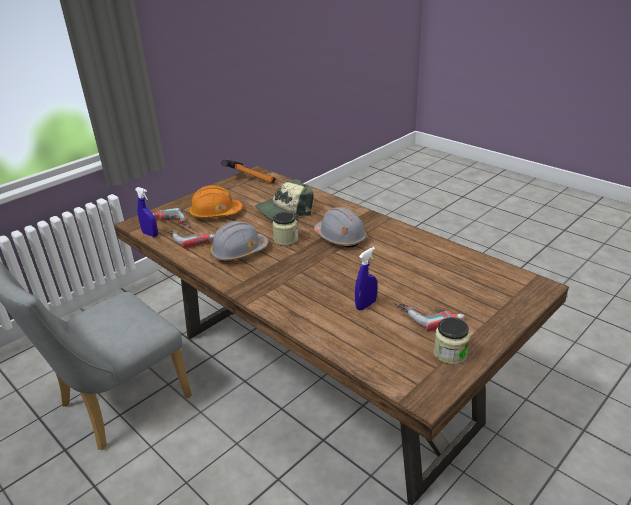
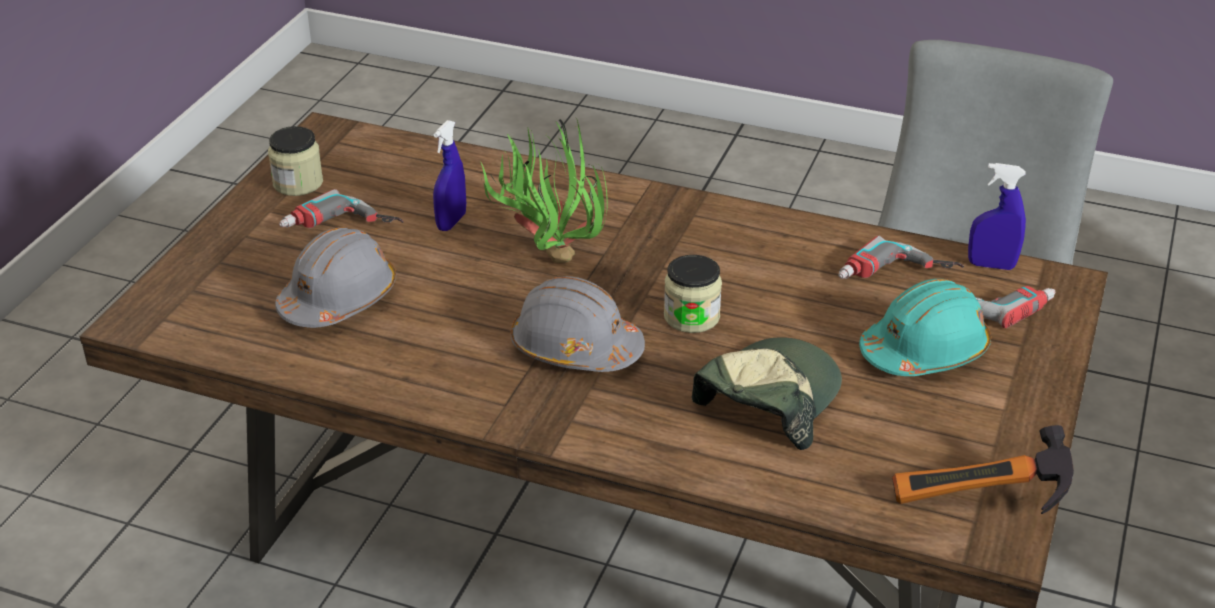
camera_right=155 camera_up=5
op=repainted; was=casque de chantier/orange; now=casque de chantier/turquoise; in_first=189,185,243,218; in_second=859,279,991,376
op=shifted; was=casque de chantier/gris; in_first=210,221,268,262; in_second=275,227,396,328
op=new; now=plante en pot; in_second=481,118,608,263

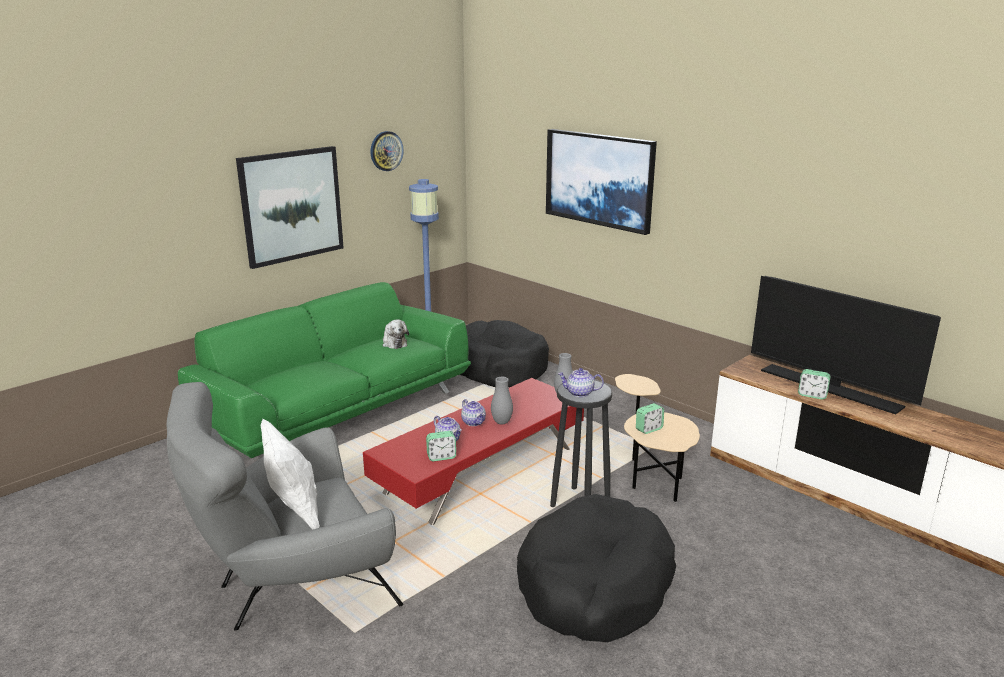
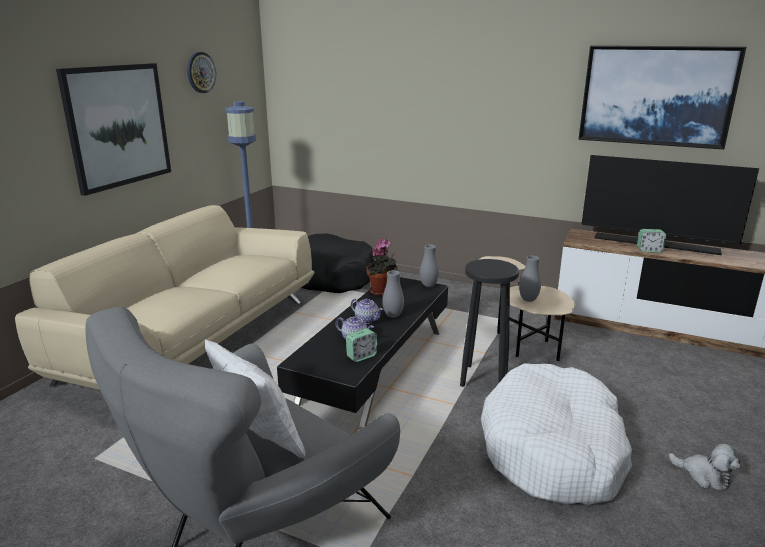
camera_right=-20 camera_up=0
op=repainted; was=canapé/vert; now=canapé/beige; in_first=178,282,471,458; in_second=15,205,315,390
op=repainted; was=table basse/rouge; now=table basse/noir; in_first=363,378,584,525; in_second=277,277,448,427
op=shifted; was=peluche; in_first=383,320,409,349; in_second=668,444,740,490
op=repainted; was=panier pour chien/noir; now=panier pour chien/blanc; in_first=517,494,676,642; in_second=481,363,632,505
op=shifted; was=tableau; in_first=546,129,657,235; in_second=578,45,746,149
op=gone; was=théière; in_first=558,368,604,397
op=swapped; was=réveil; now=vase/gris; in_first=636,403,664,434; in_second=519,256,541,302
op=new; now=plante en pot; in_second=366,238,397,295

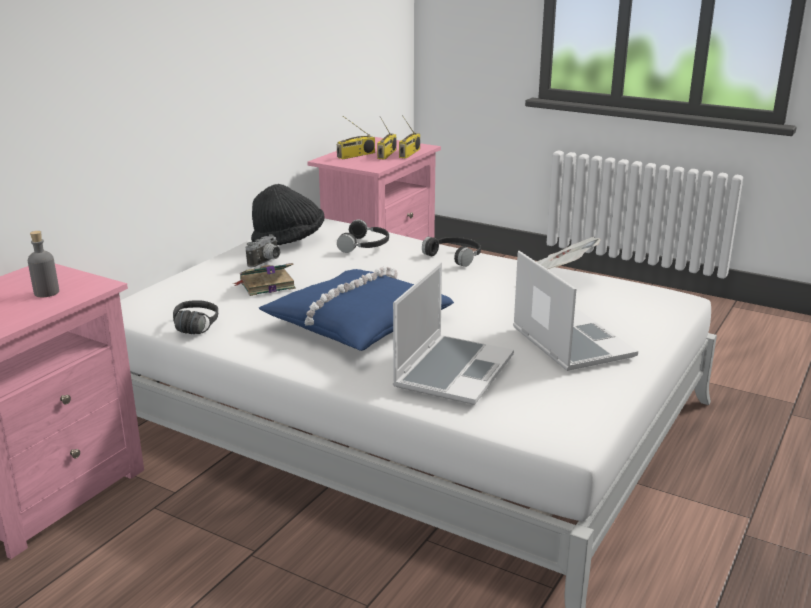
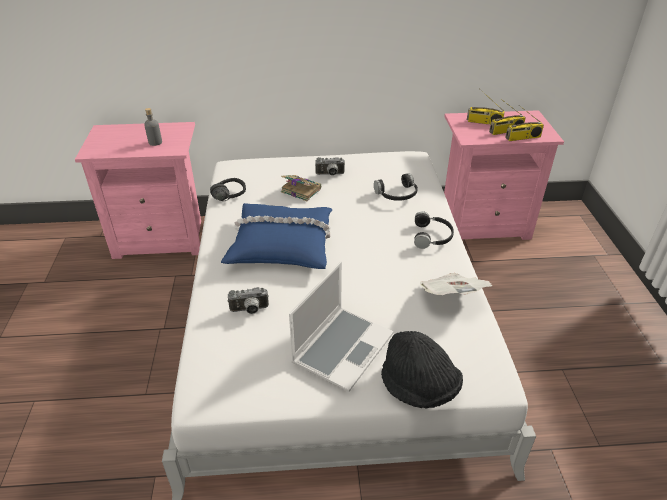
camera_right=55 camera_up=15
op=shifted; was=chapeau/noir; in_first=251,184,324,245; in_second=381,331,463,408
op=swapped; was=ordinateur portable; now=appareil photo; in_first=393,262,514,405; in_second=228,287,269,314

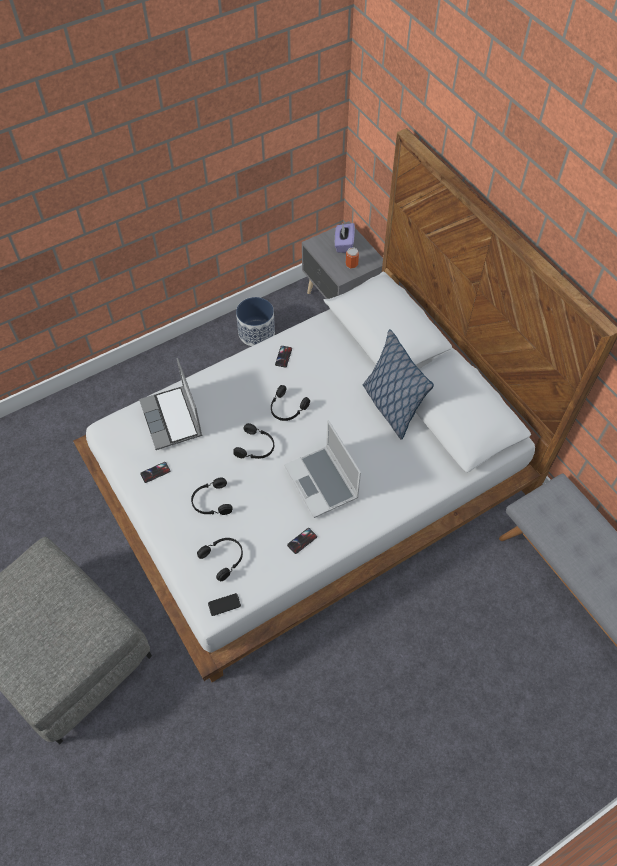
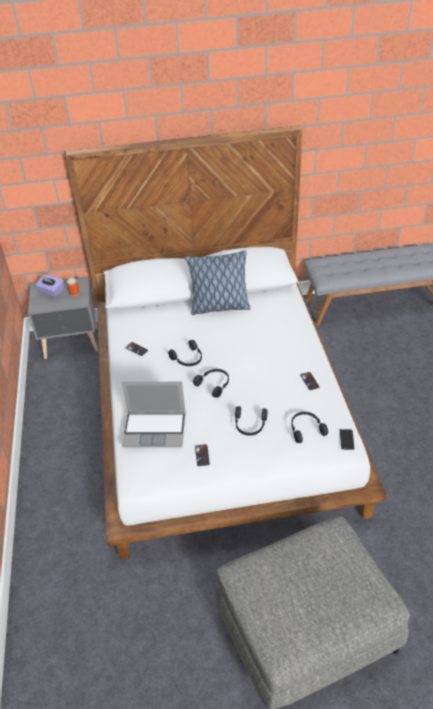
camera_right=-65 camera_up=-15
op=gone; was=cache-pot; in_first=236,297,275,346
op=gone; was=ordinateur portable; in_first=284,420,361,518

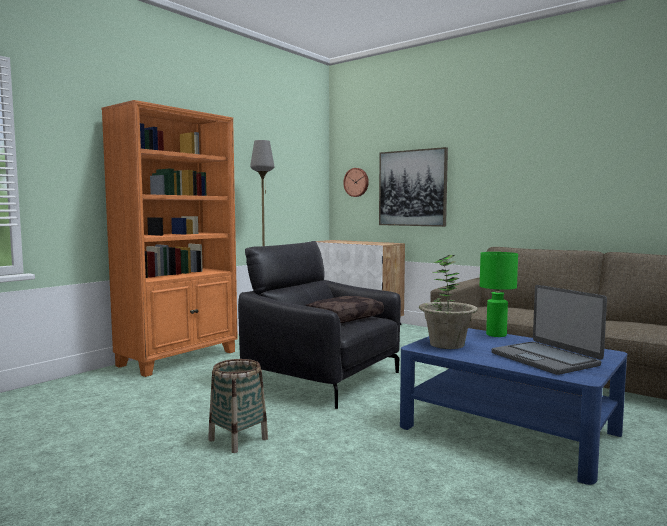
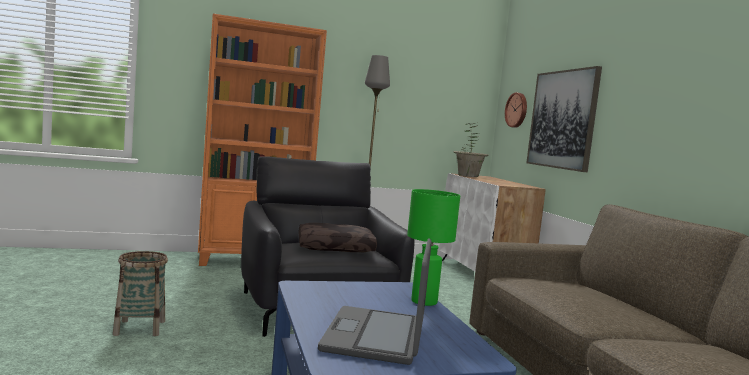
camera_right=35 camera_up=0
op=shifted; was=plante en pot; in_first=419,255,478,349; in_second=454,122,488,177

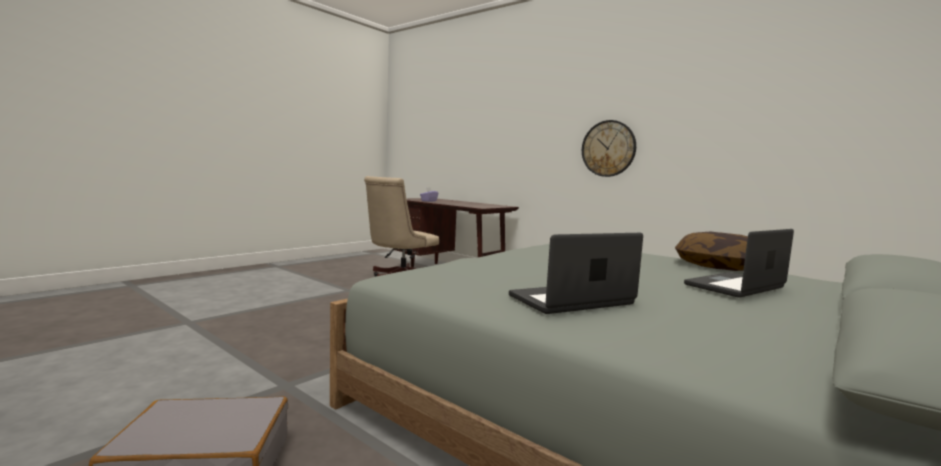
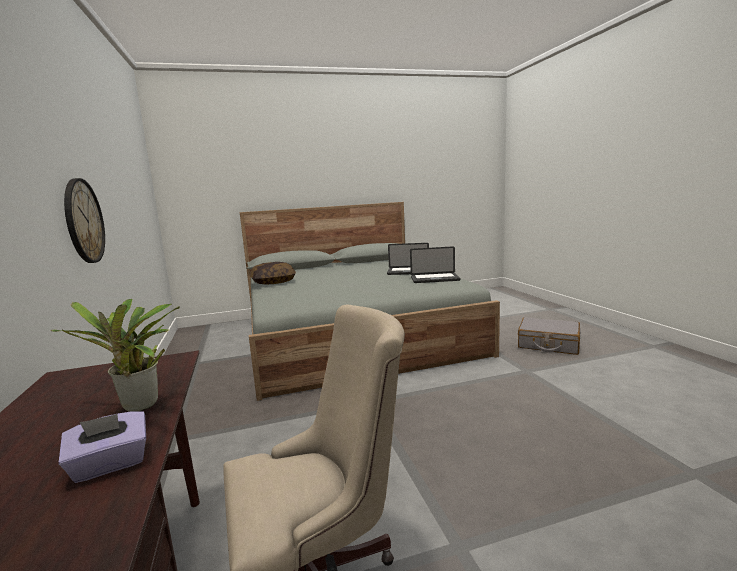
camera_right=-145 camera_up=5
op=shifted; was=ordinateur portable; in_first=684,229,794,298; in_second=410,246,461,283
op=new; now=plante en pot; in_second=51,299,180,412

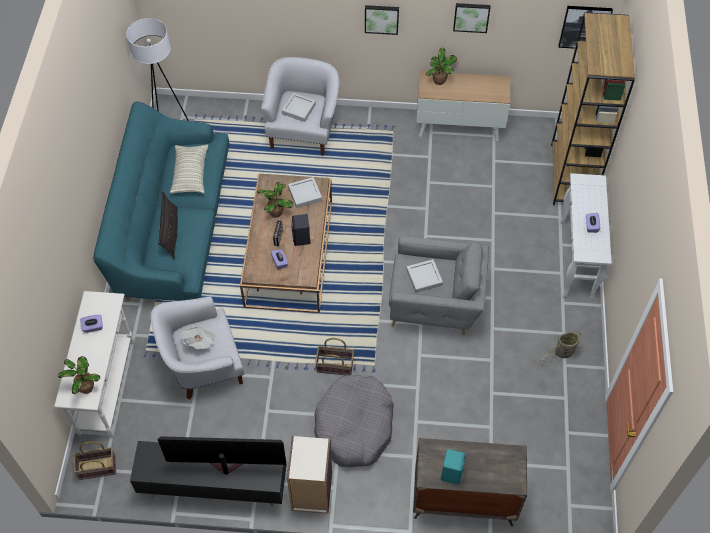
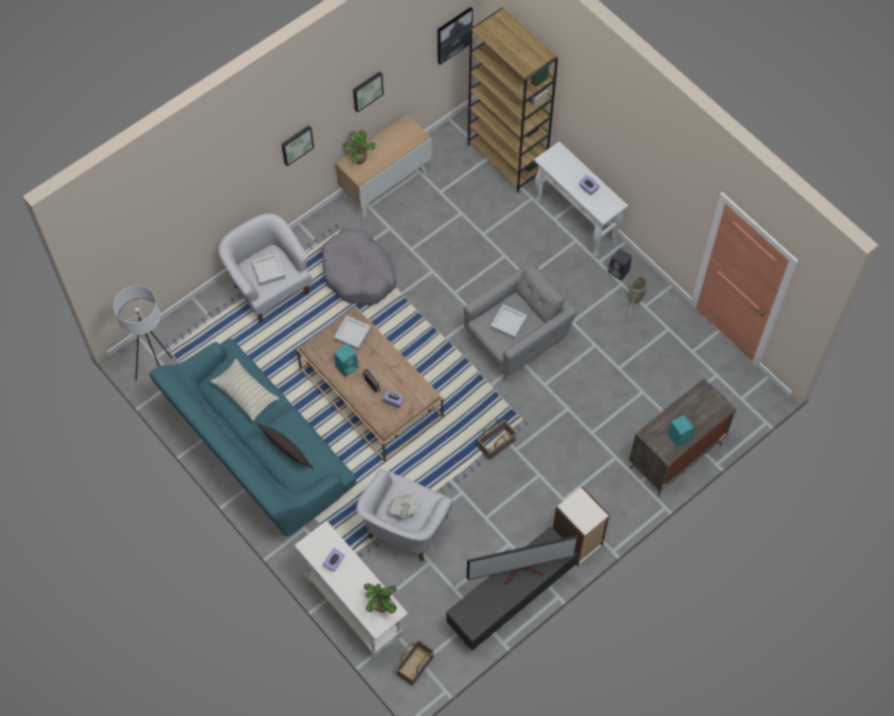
camera_right=-45 camera_up=5
op=rotated; was=téléviseur; in_first=157,436,287,474; in_second=467,535,578,585; clockwise=-150
op=swapped; was=plante en pot; now=enceinte/turquoise; in_first=257,182,294,218; in_second=334,344,359,377
op=shifted; was=enceinte/noir; in_first=291,214,310,246; in_second=608,249,632,280
op=shifted; was=panier pour chien/gris; in_first=314,375,394,467; in_second=322,229,396,305

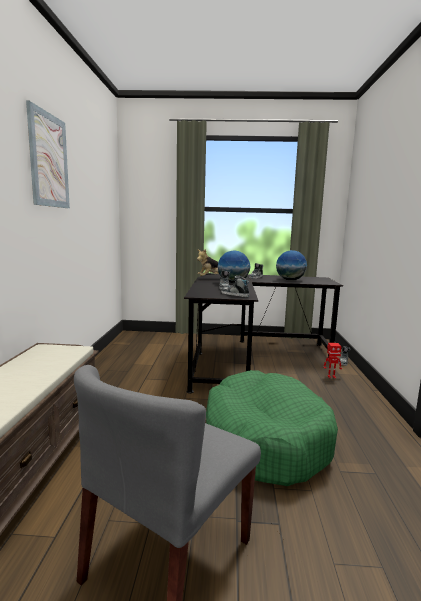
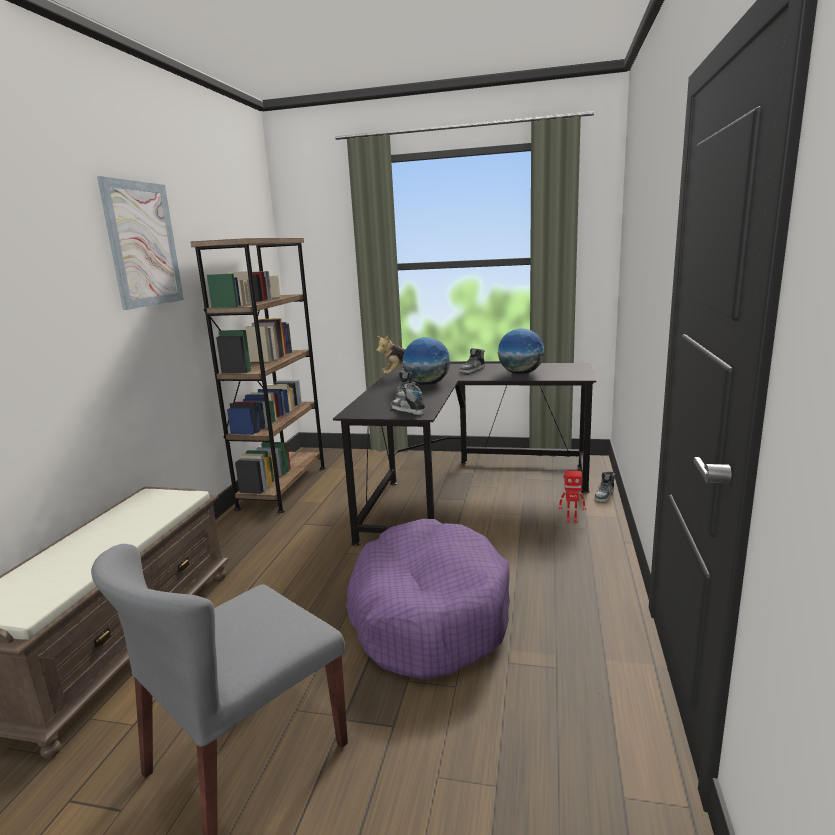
camera_right=10 camera_up=5
op=repainted; was=panier pour chien/vert; now=panier pour chien/violet; in_first=206,370,338,486; in_second=346,519,510,680
op=new; now=bibliothèque/marron; in_second=190,238,326,513

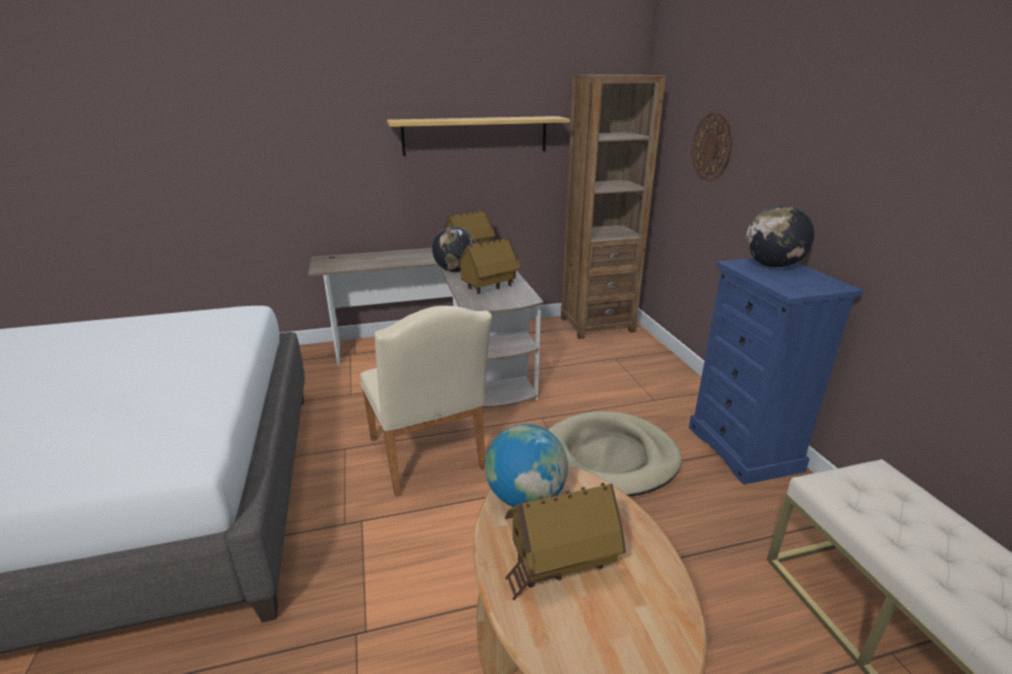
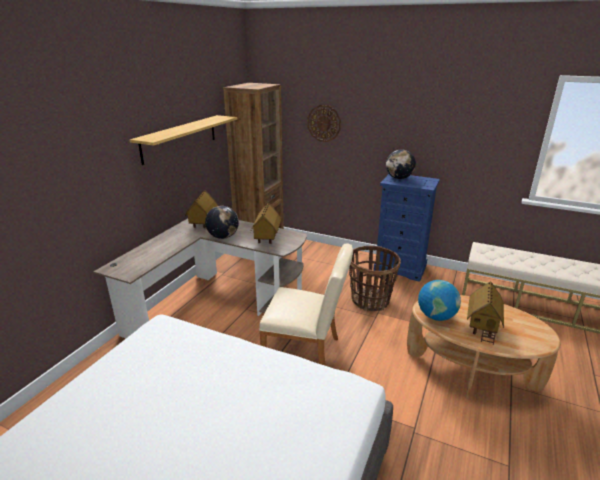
camera_right=-50 camera_up=0
op=swapped; was=panier pour chien/beige; now=panier; in_first=548,411,682,496; in_second=349,246,401,311

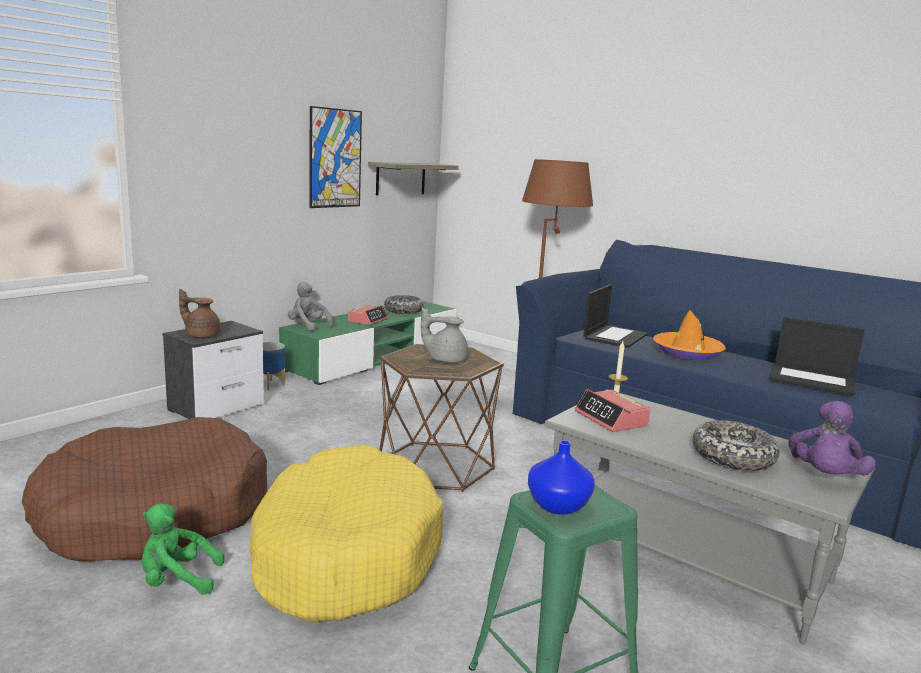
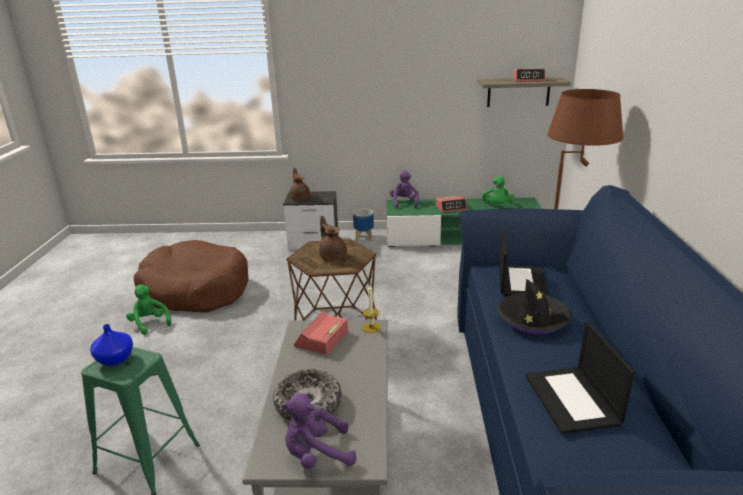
camera_right=55 camera_up=10
op=gone; was=panier pour chien/jaune; in_first=250,445,444,623
op=repainted; was=peluche/gris; now=peluche/violet; in_first=288,282,333,331; in_second=390,171,419,208
op=gone; was=tableau; in_first=310,106,362,208
op=swapped; was=bol; now=peluche/vert; in_first=384,295,424,314; in_second=482,176,514,204
op=repainted; was=théière/gris; now=théière/marron; in_first=421,307,468,363; in_second=319,216,347,261
op=rotated; was=ordinateur portable; in_first=583,284,648,348; in_second=499,228,549,296; clockwise=-75
op=repainted; was=chapeau/orange; now=chapeau/noir; in_first=653,310,726,360; in_second=498,279,572,334
op=new; now=réveil; in_second=513,69,546,82

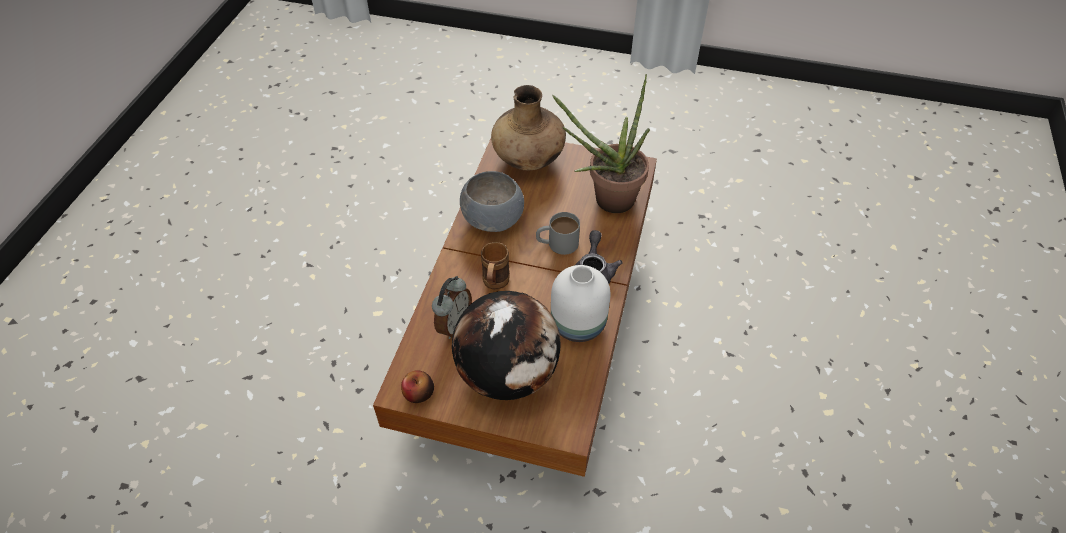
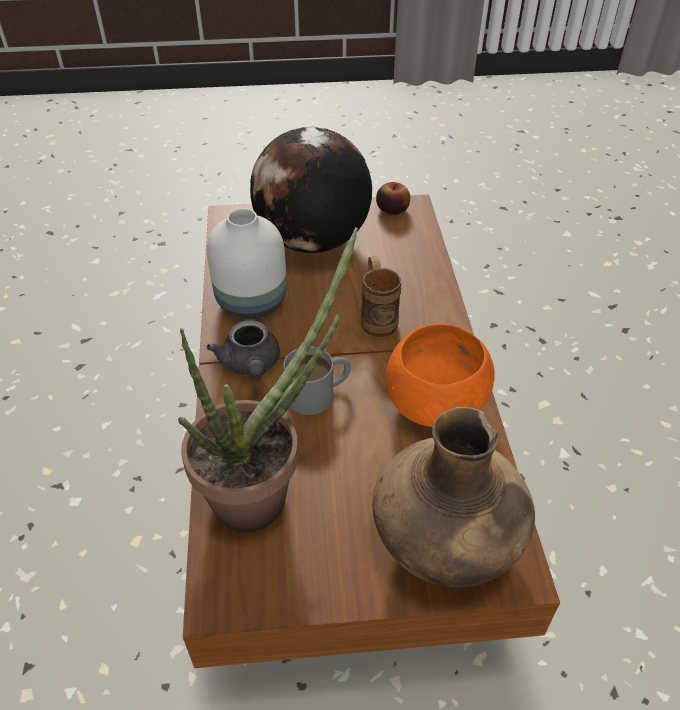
camera_right=160 camera_up=-5
op=gone; was=réveil; in_first=432,276,472,339
op=repainted; was=bol/gris; now=bol/orange; in_first=460,171,524,232; in_second=386,324,494,427

